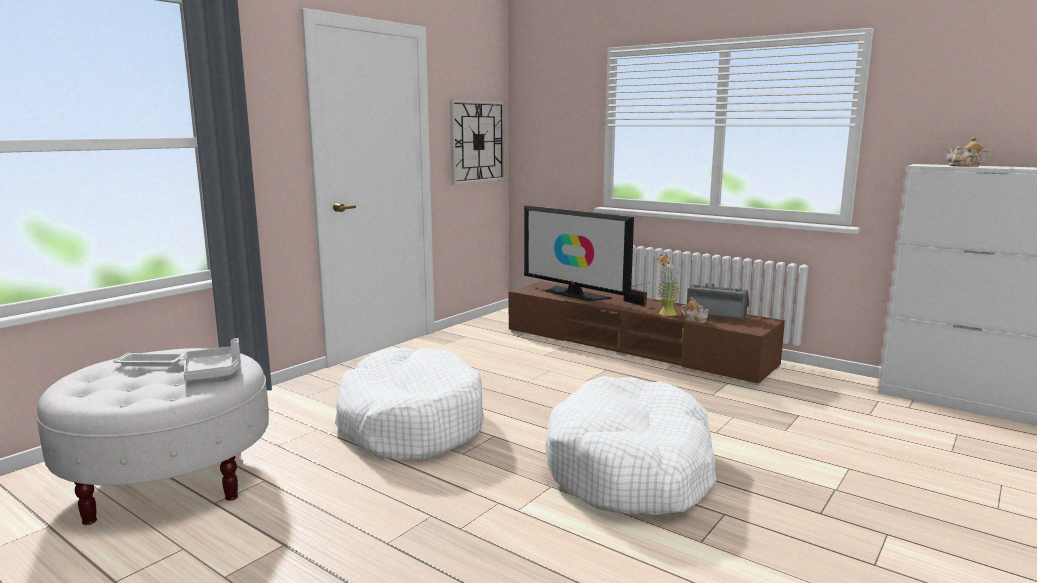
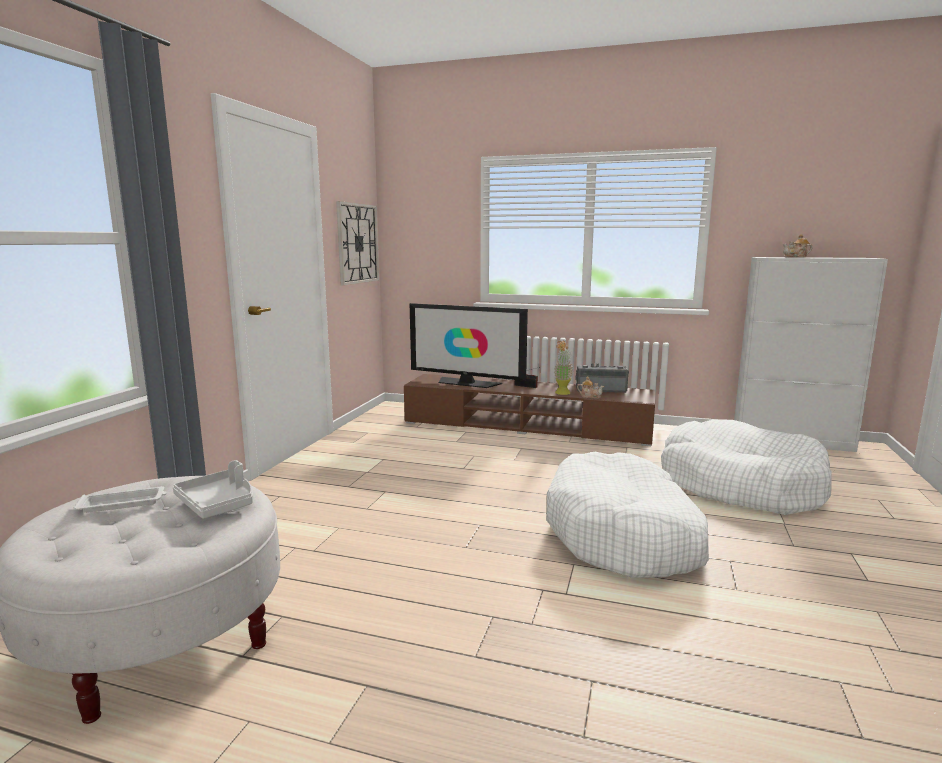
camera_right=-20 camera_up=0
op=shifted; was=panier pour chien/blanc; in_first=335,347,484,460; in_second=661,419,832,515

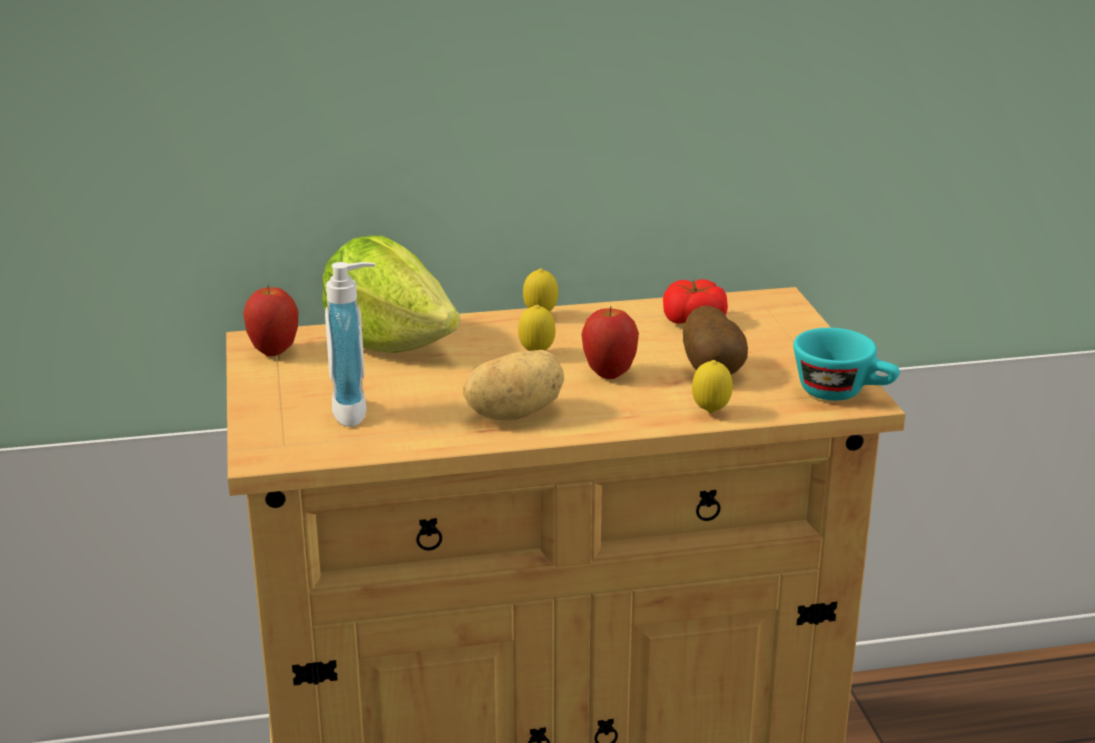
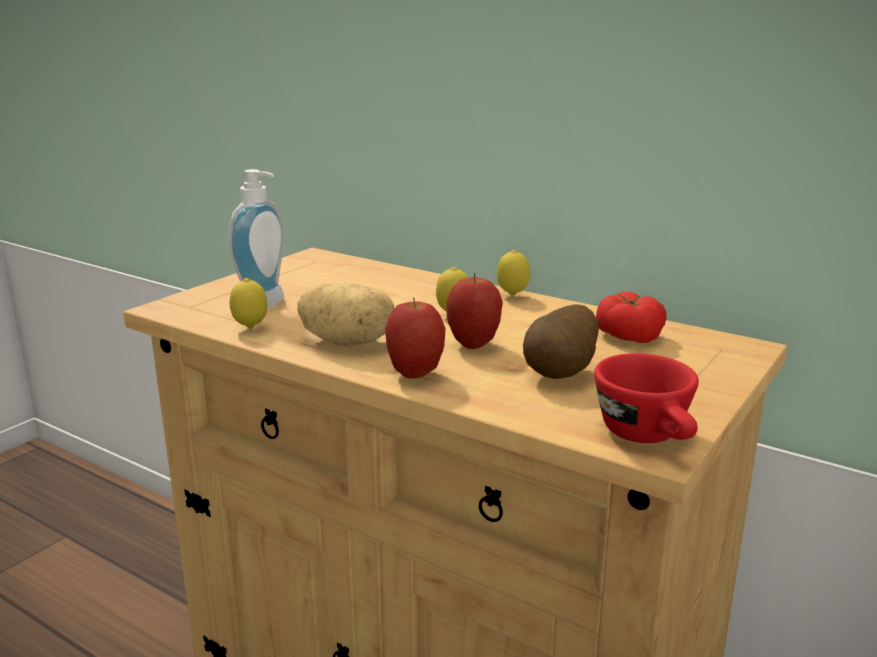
camera_right=45 camera_up=-5
op=shifted; was=pomme; in_first=243,285,298,356; in_second=385,297,446,378
op=gone; was=laitue; in_first=322,235,460,353
op=shifted; was=citron; in_first=692,360,733,413; in_second=230,278,267,329
op=repainted; was=tasse/turquoise; now=tasse/rouge; in_first=793,328,900,401; in_second=594,353,699,443

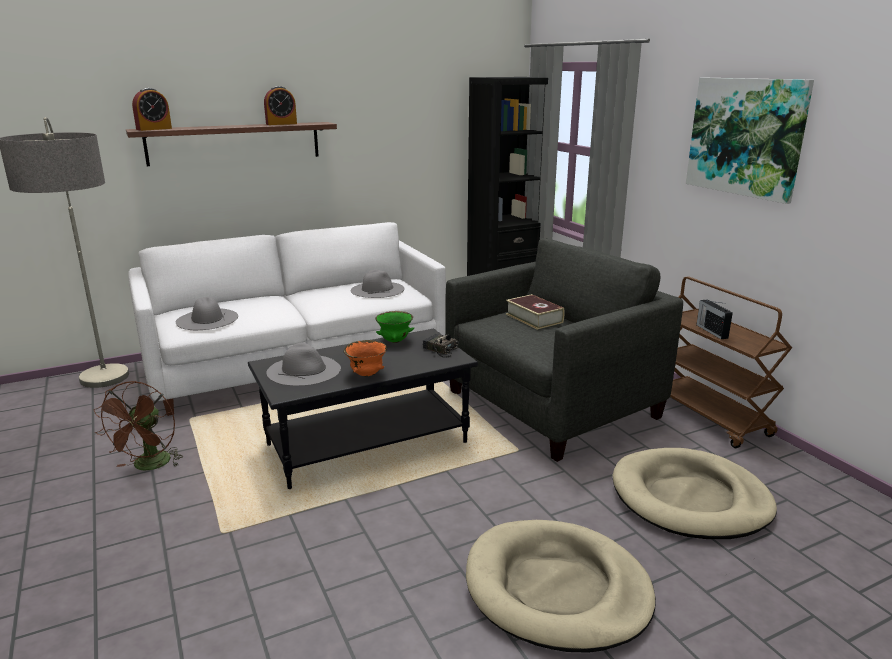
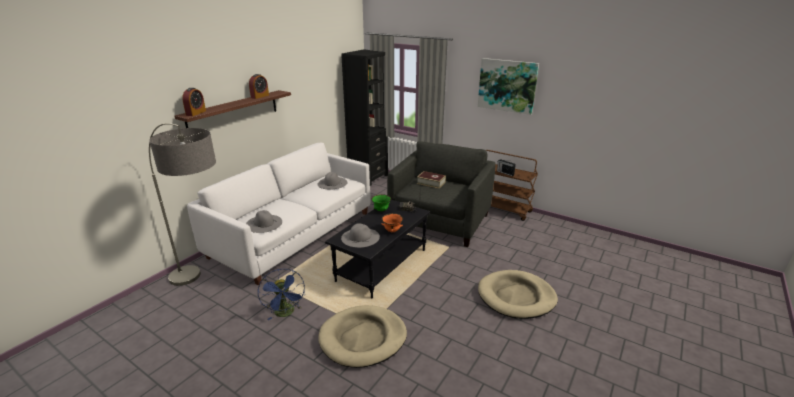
camera_right=-30 camera_up=5
op=repainted; was=ventilateur/marron; now=ventilateur/bleu; in_first=93,381,183,471; in_second=258,269,305,320
op=shifted; was=panier pour chien/beige; in_first=612,448,777,539; in_second=318,305,407,368

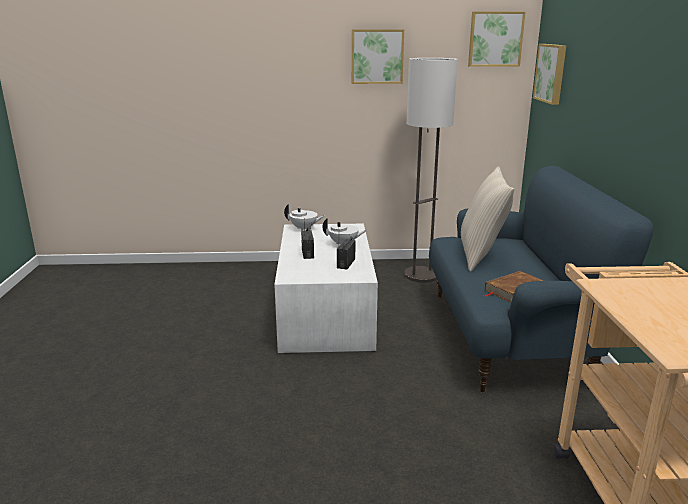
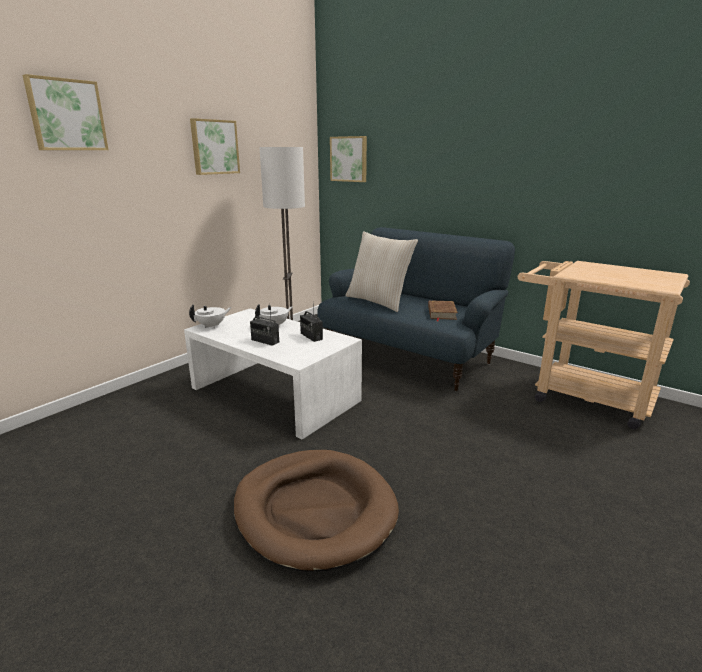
camera_right=-50 camera_up=0
op=shifted; was=tableau; in_first=468,12,525,67; in_second=23,74,108,150
op=new; now=panier pour chien/marron; in_second=234,450,399,572

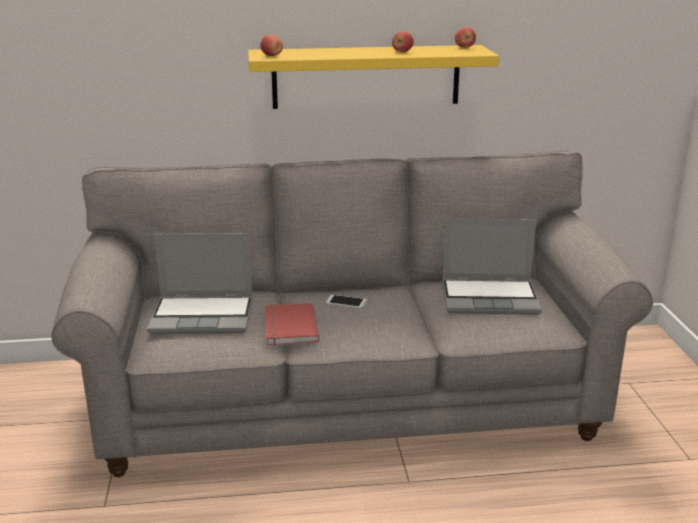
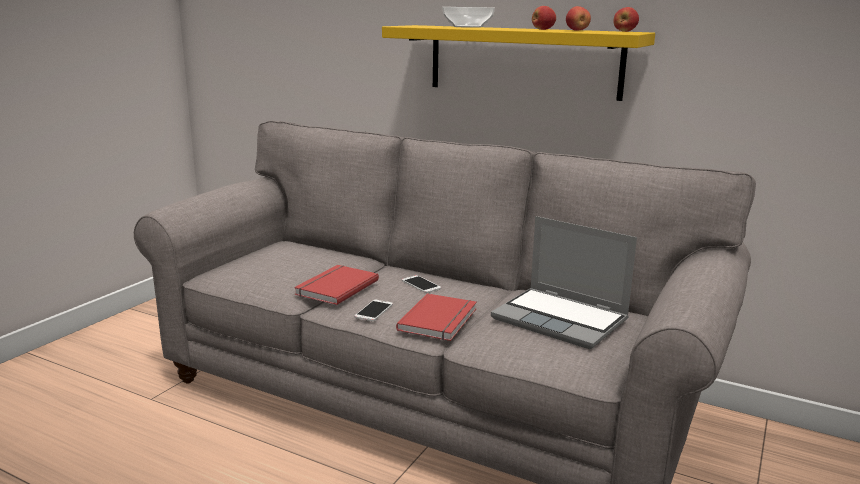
camera_right=35 camera_up=-5
op=gone; was=ordinateur portable; in_first=147,233,253,334
op=shifted; was=pomme; in_first=260,34,283,56; in_second=566,6,591,31
op=new; now=téléphone; in_second=354,300,393,321
op=new; now=livre/rouge; in_second=396,293,477,341
op=new; now=bol; in_second=442,7,495,28

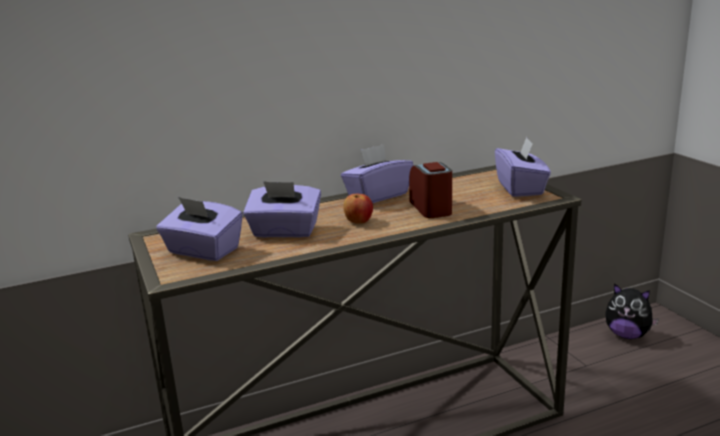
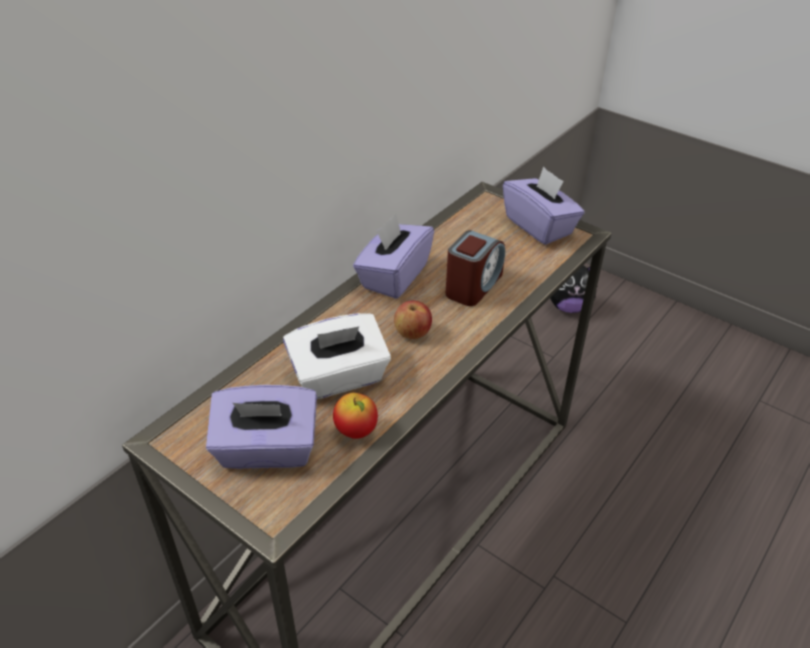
camera_right=-30 camera_up=20
op=repainted; was=boîte à mouchoirs/violet; now=boîte à mouchoirs/blanc; in_first=243,181,321,238; in_second=283,313,391,399
op=rotated; was=réveil; in_first=409,162,452,218; in_second=445,230,505,306; clockwise=75
op=new; now=pomme; in_second=333,393,378,439

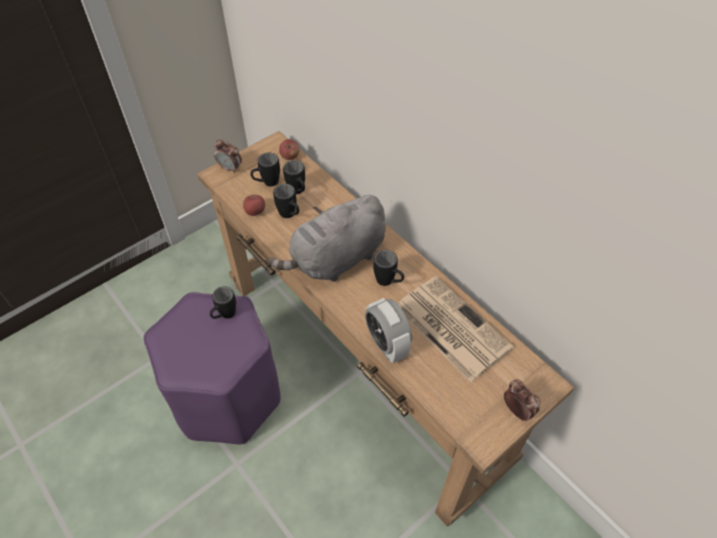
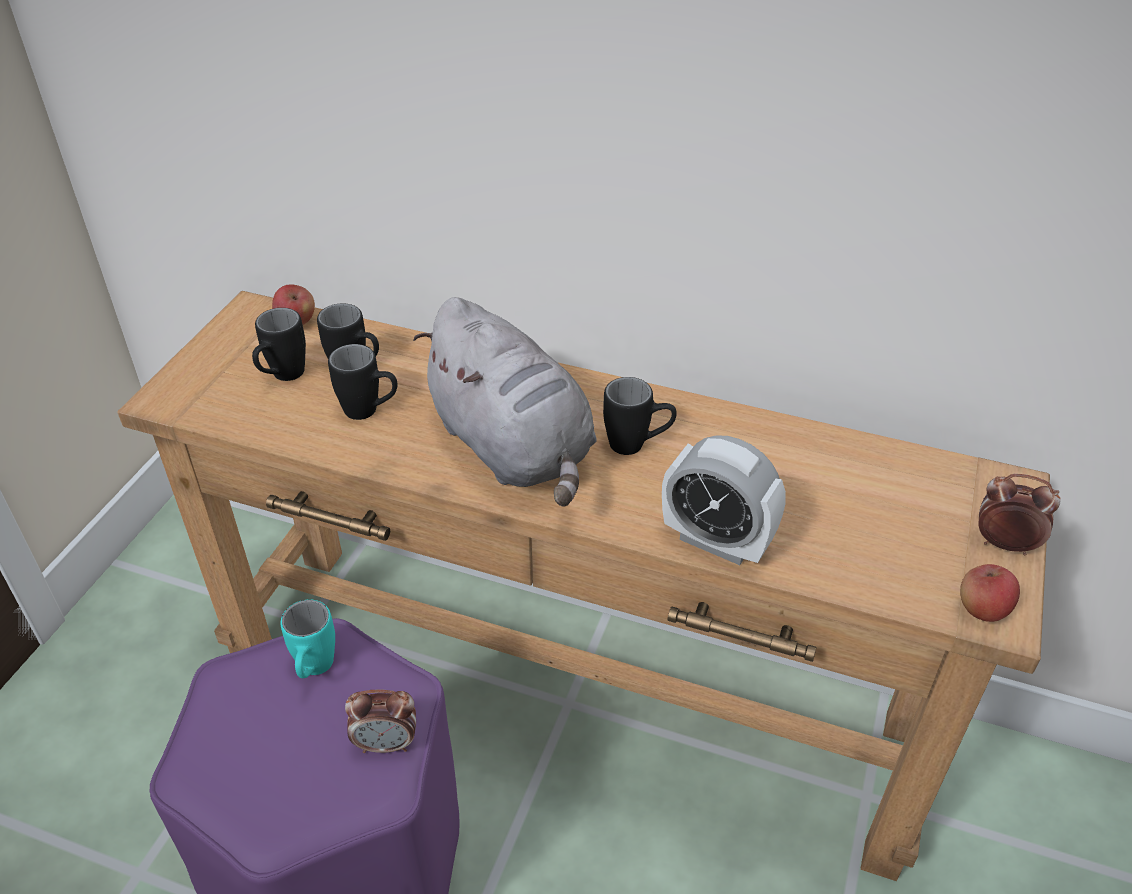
camera_right=-30 camera_up=-10
op=repainted; was=mug/noir; now=mug/turquoise; in_first=210,286,236,319; in_second=281,599,335,678
op=shifted; was=réveil; in_first=214,139,242,173; in_second=345,689,416,753
op=shifted; was=pomme; in_first=243,195,265,216; in_second=960,564,1020,622
op=rotated; was=peluche/gris; in_first=267,195,386,282; in_second=413,297,597,506; clockwise=-60
op=gone; was=journal; in_first=398,276,514,382

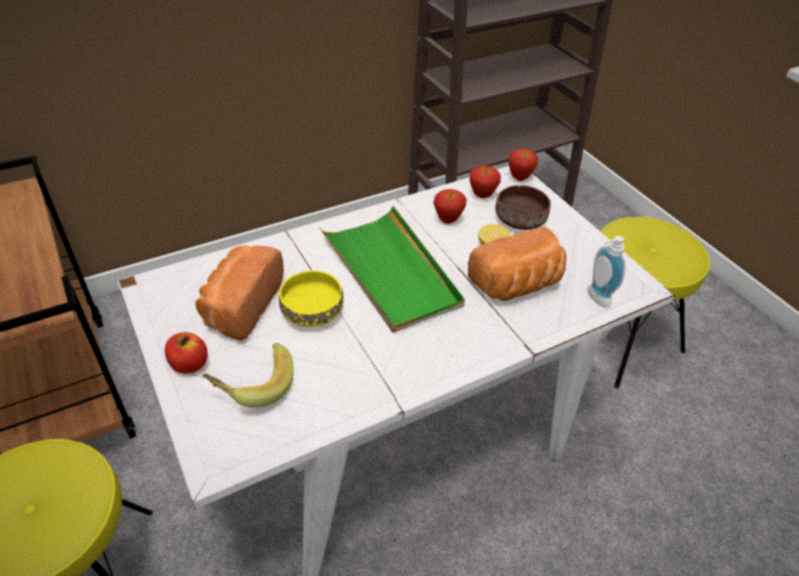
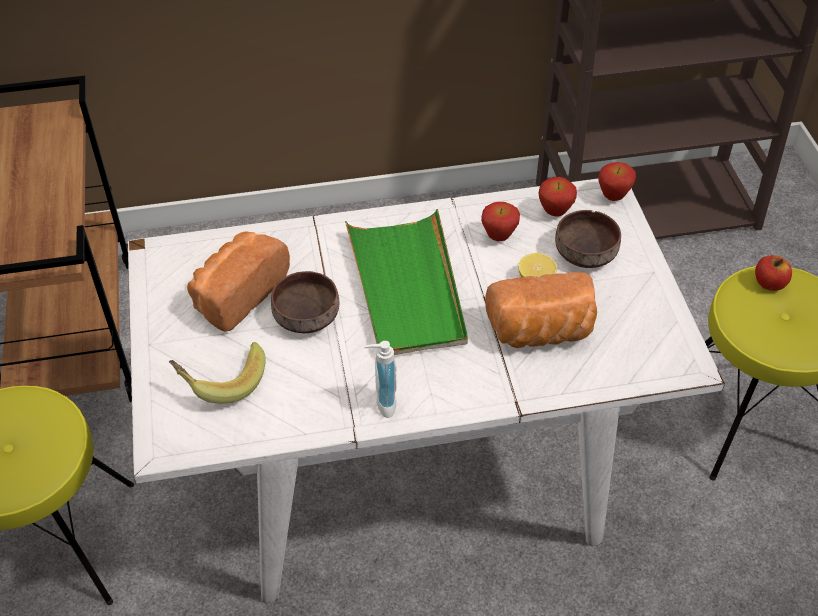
camera_right=20 camera_up=5
op=shifted; was=pomme; in_first=165,332,207,374; in_second=755,255,792,291
op=repainted; was=bol/jaune; now=bol/marron; in_first=279,271,344,327; in_second=271,271,339,333
op=shifted; was=distributeur de savon; in_first=587,236,625,308; in_second=364,341,397,418

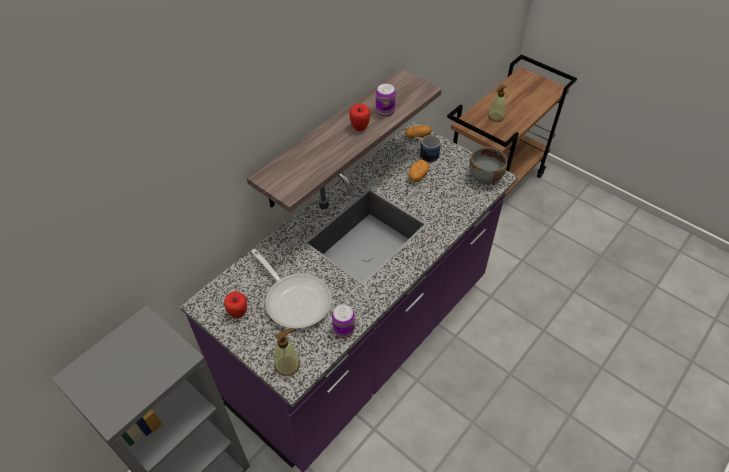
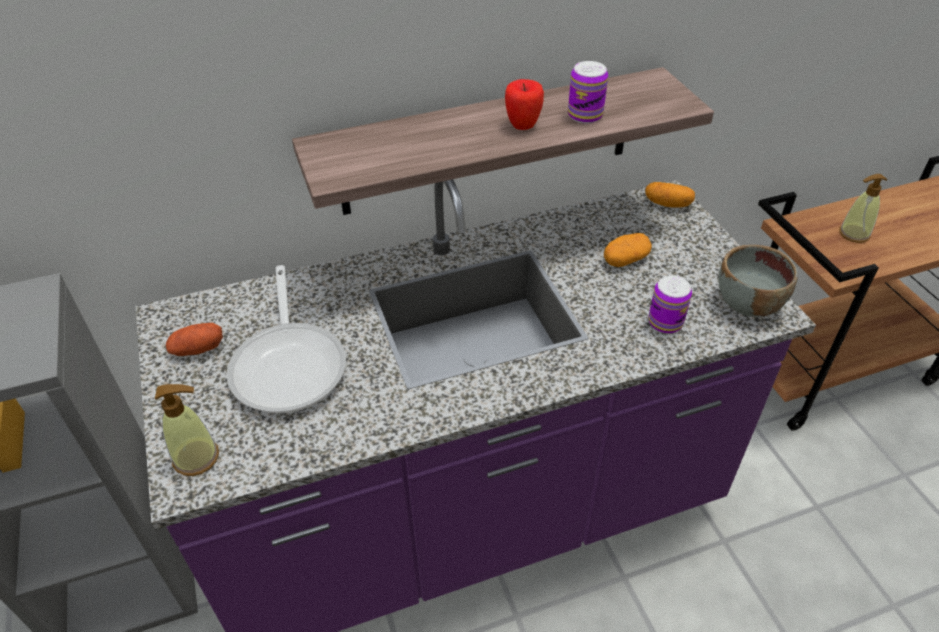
camera_right=30 camera_up=-5
op=swapped; was=pomme; now=pomme de terre; in_first=224,291,247,319; in_second=166,323,223,356
op=shifted; was=boîte métallique; in_first=332,305,355,338; in_second=649,275,692,334
op=gone; was=mug; in_first=414,135,441,163

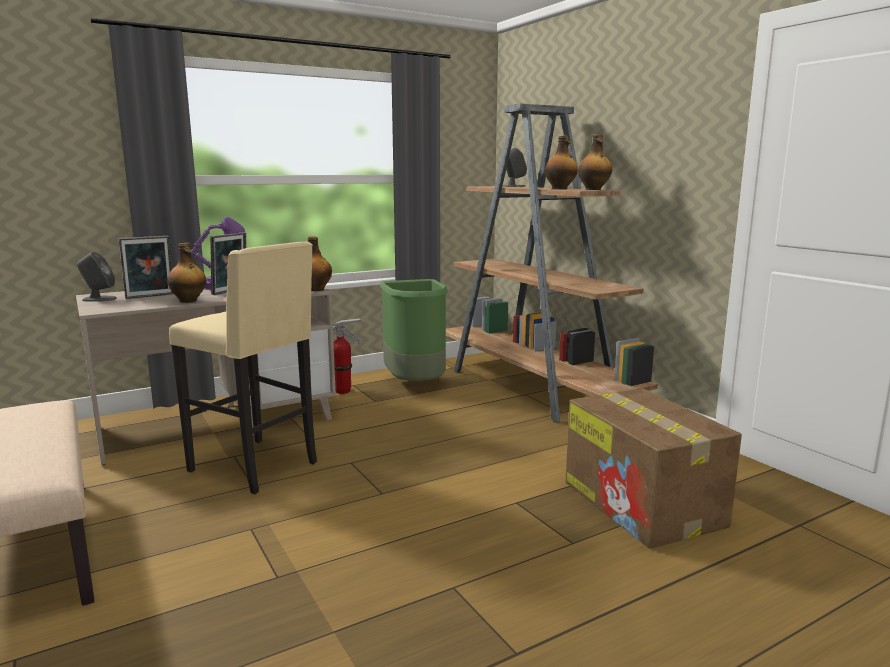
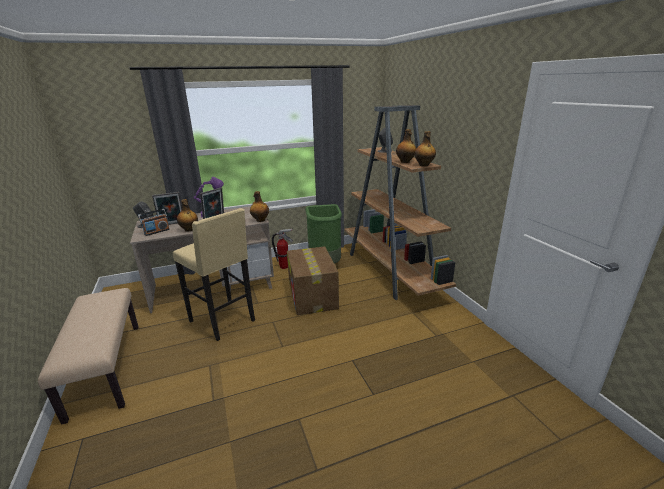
camera_right=10 camera_up=10
op=shifted; was=carton; in_first=566,388,742,549; in_second=287,246,339,315
op=new; now=radio; in_second=138,209,170,236

